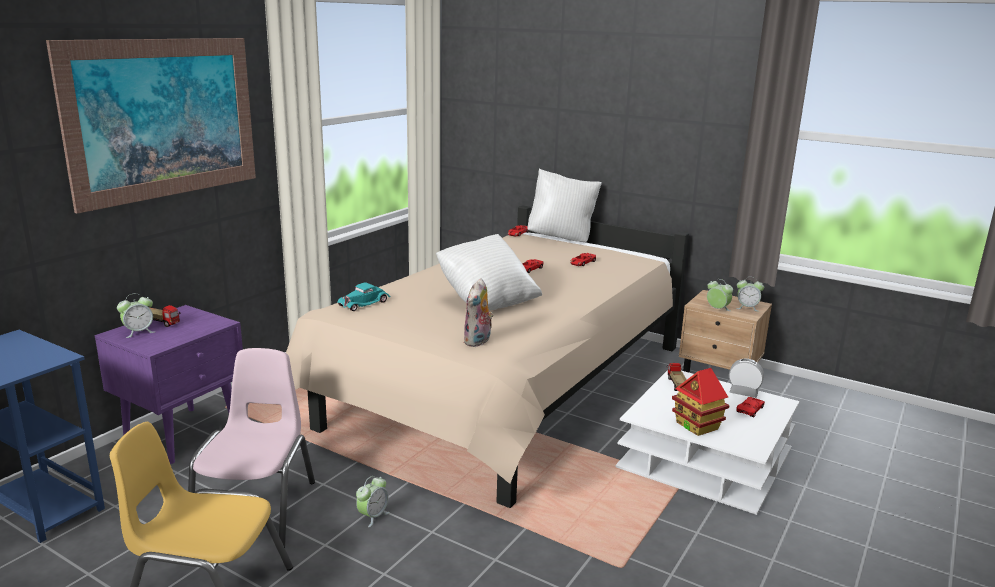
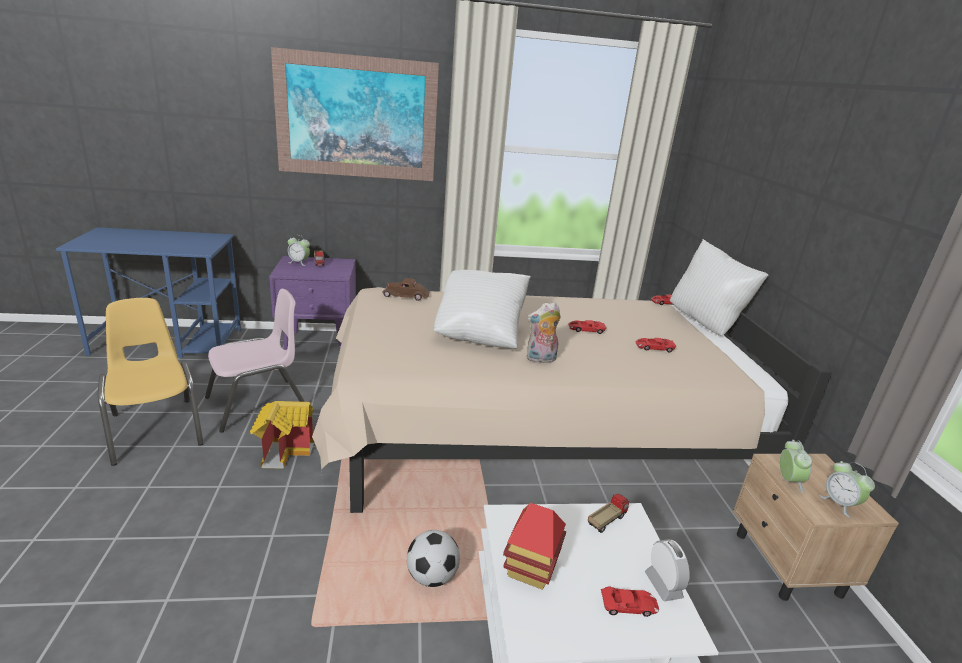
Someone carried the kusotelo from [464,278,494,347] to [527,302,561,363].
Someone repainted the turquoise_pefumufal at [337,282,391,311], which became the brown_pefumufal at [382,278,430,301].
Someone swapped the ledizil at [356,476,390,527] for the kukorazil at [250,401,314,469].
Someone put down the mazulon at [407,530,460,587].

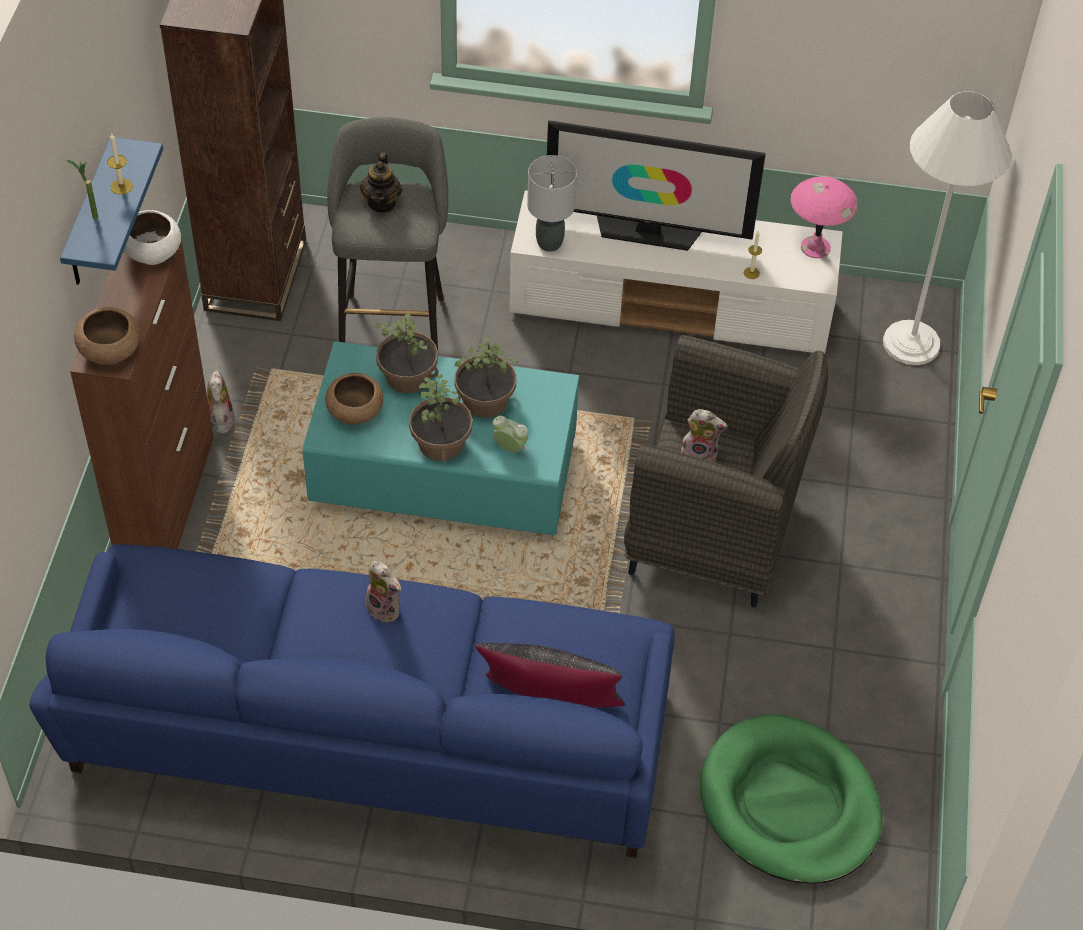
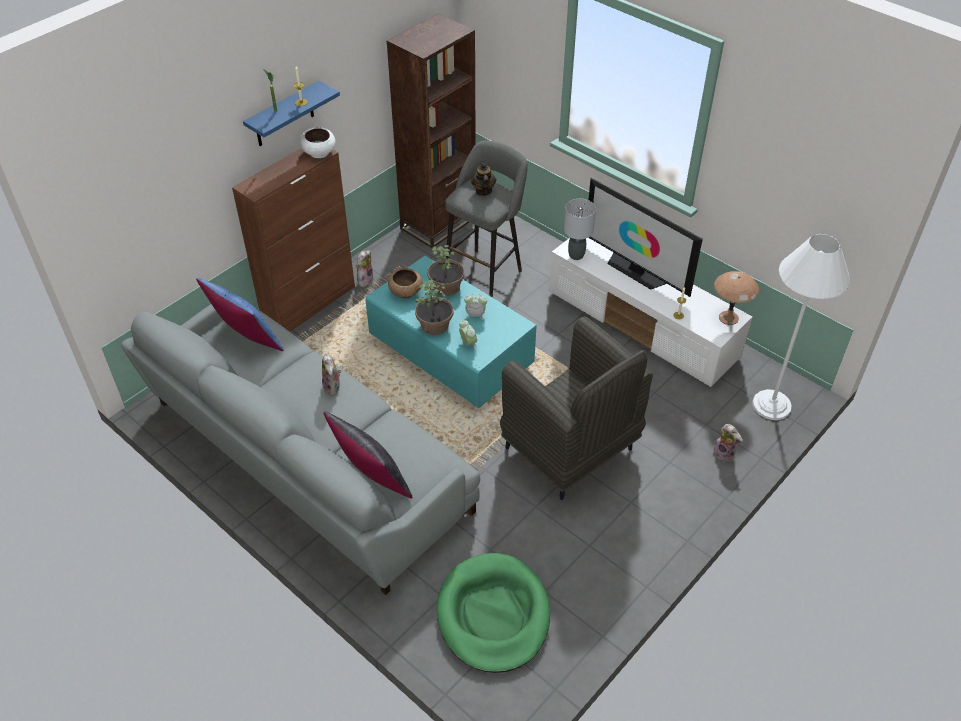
Someone rotated the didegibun at [360,152,402,213] by 135 degrees clockwise.
Someone repainted the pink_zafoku at [790,176,858,258], which became the brown_zafoku at [714,271,759,325].
Someone took away the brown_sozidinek at [74,307,140,365].
Someone swapped the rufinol at [454,337,517,418] for the ledizil at [464,293,487,320].
Someone carried the kusotelo from [681,409,728,462] to [712,424,743,462].
Someone repainted the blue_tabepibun at [29,544,675,858], which became the grey_tabepibun at [121,304,480,595].
Someone put down the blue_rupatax at [196,278,284,351].

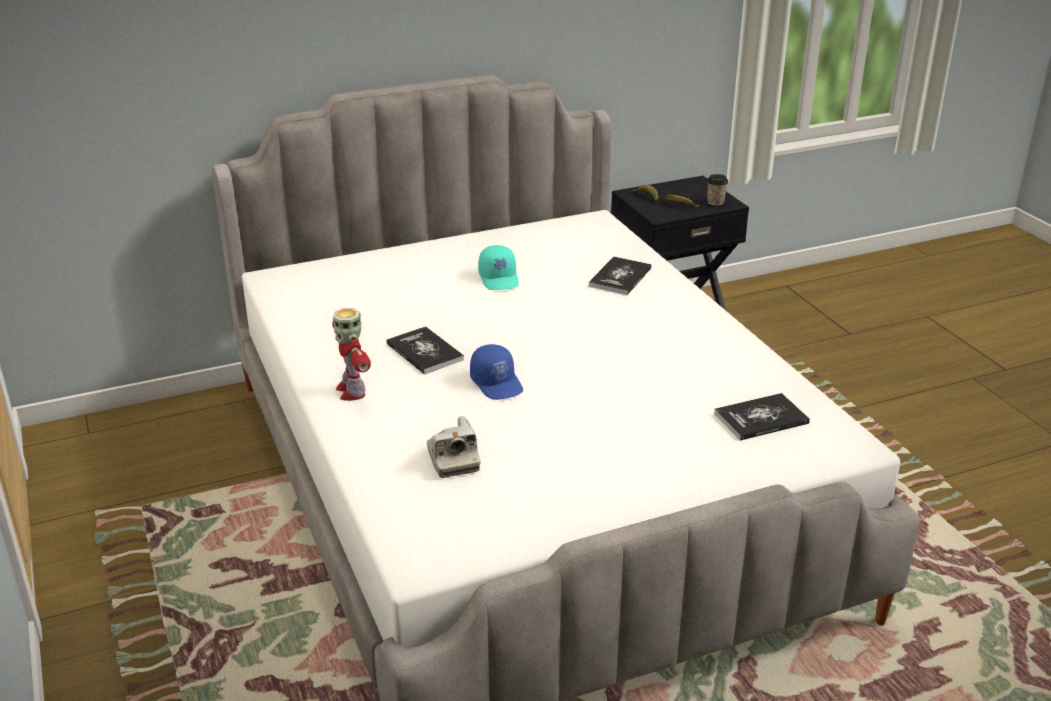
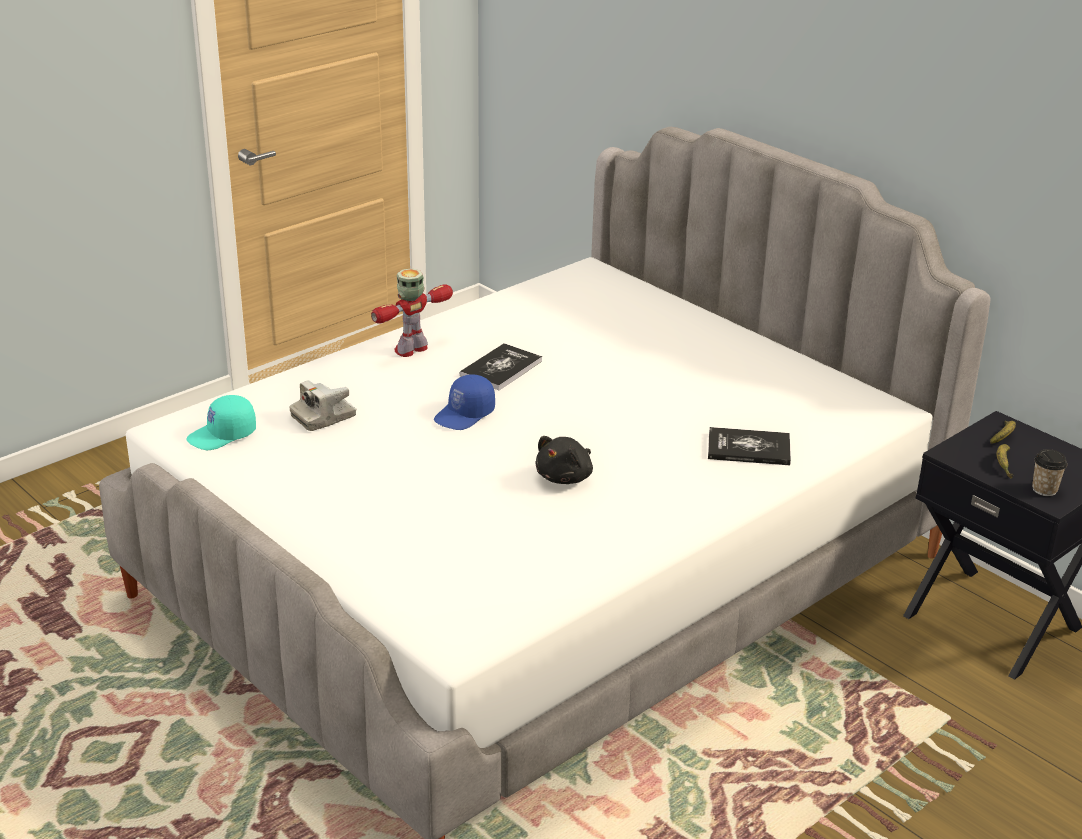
Someone carried the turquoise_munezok from [478,245,519,290] to [186,395,256,450].
Someone took away the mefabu at [714,393,810,441].
Someone put down the black_kusotelo at [535,436,593,484].

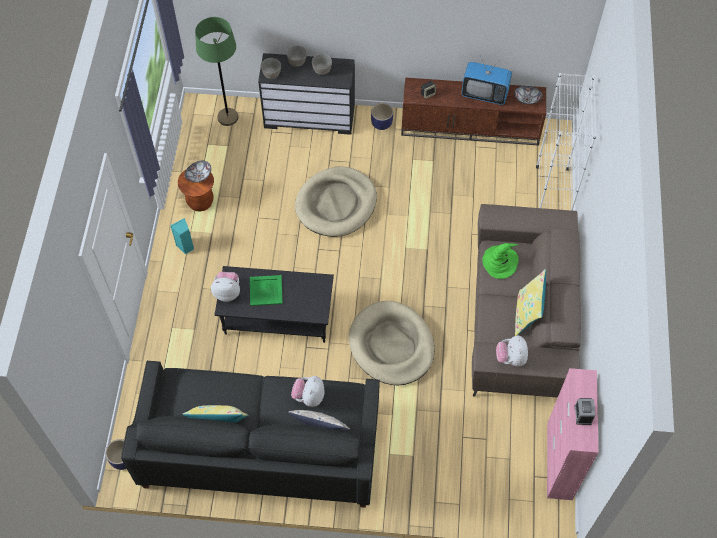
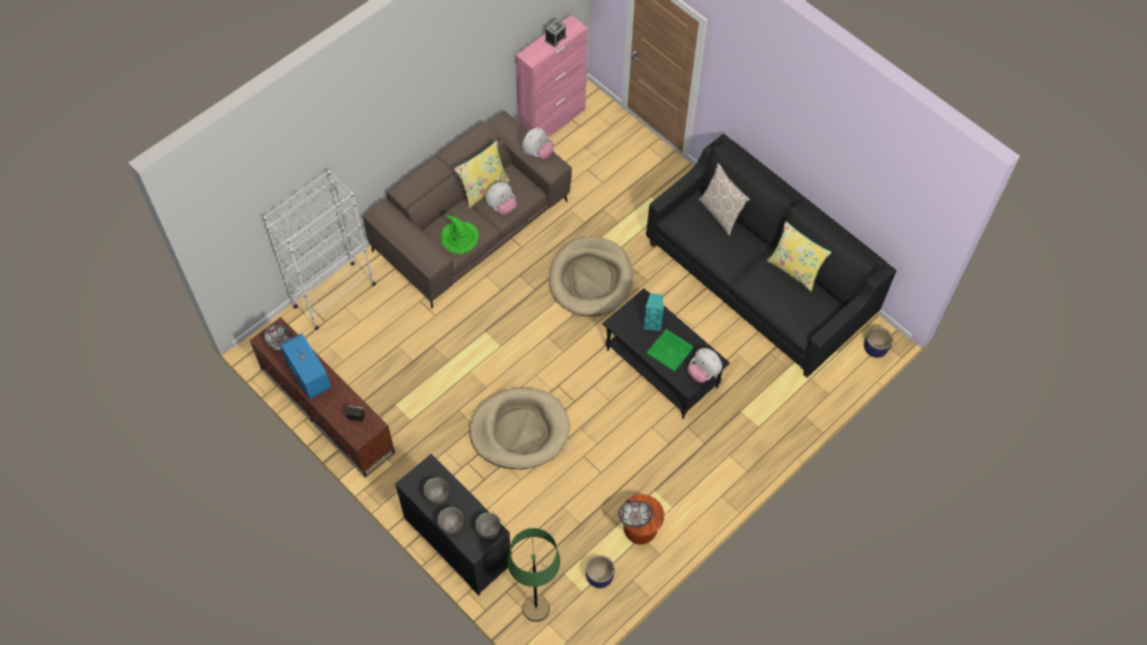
Someone carried the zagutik from [371,103,393,130] to [586,555,615,588].
Someone carried the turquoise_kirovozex from [170,218,194,254] to [643,293,664,331].
Someone carried the kusotelo from [291,376,324,407] to [485,182,517,214].

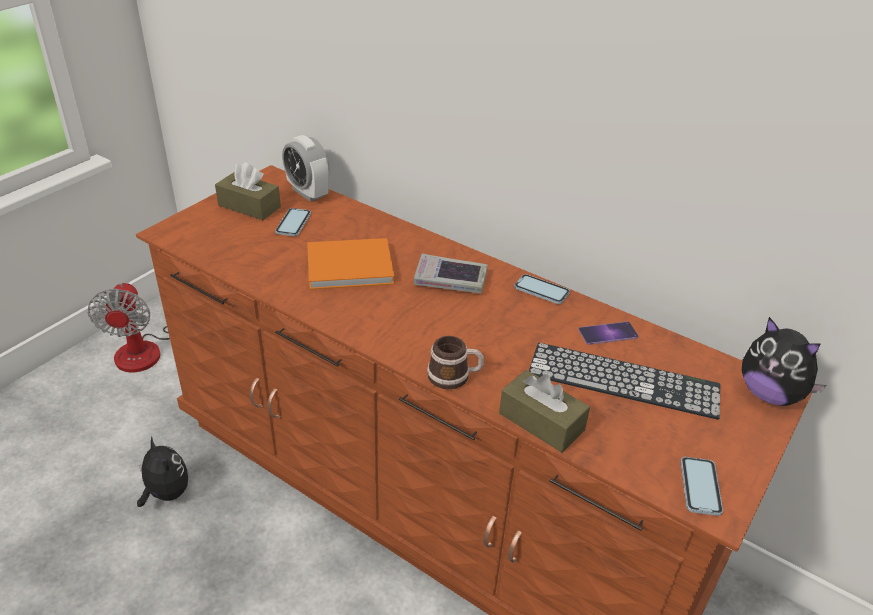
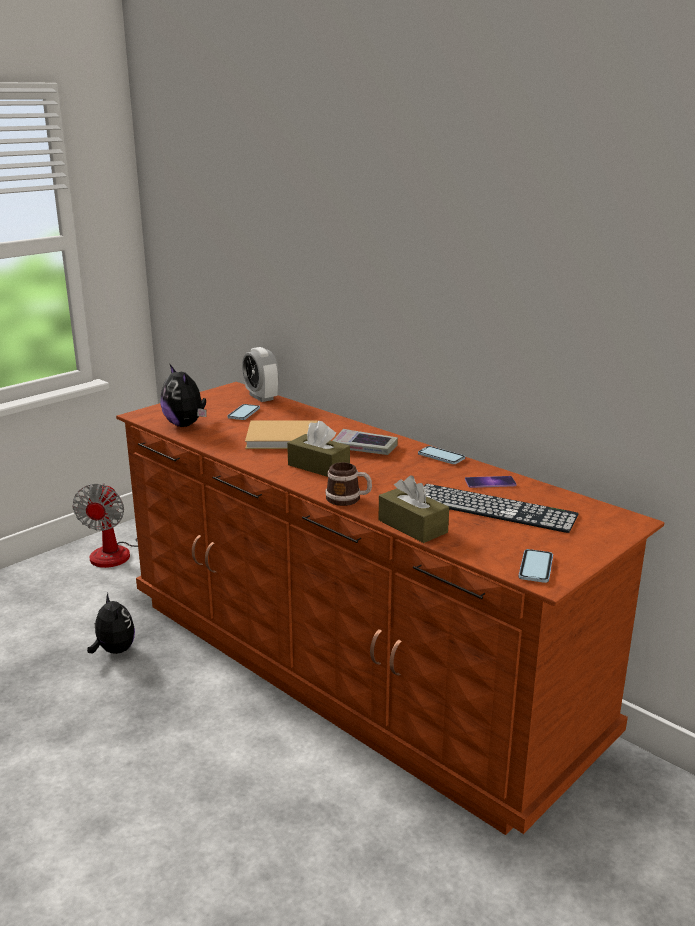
Someone carried the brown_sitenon from [215,162,281,220] to [287,421,350,477].
Someone repainted the orange_mefabu at [307,238,394,290], which became the beige_mefabu at [245,420,318,449].
Someone carried the kusotelo from [742,317,827,406] to [160,365,207,427].

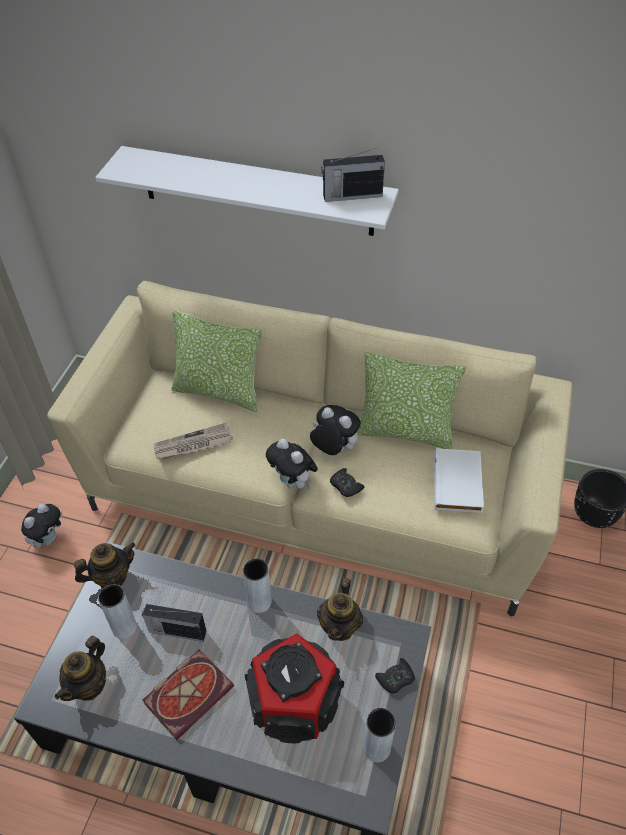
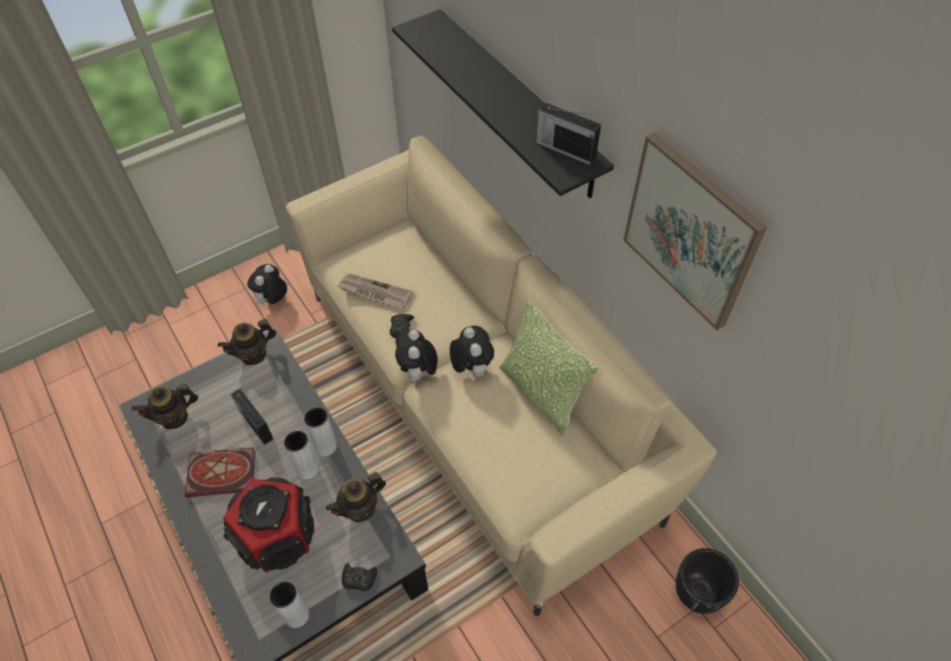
Someone repainted the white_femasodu at [95,146,399,236], which became the black_femasodu at [392,9,614,198].
Someone took away the rupatax at [171,310,262,412].
Someone took away the white_mefabu at [434,448,484,513].
Someone carried the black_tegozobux from [330,468,365,497] to [390,314,414,338].
Someone rotated the kusotelo at [21,503,62,548] by 135 degrees clockwise.
Someone rotated the didegibun at [74,542,136,588] by 135 degrees clockwise.
Someone carried the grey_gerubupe from [98,584,137,639] to [284,431,318,479].
Someone put up the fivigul at [624,132,768,330].

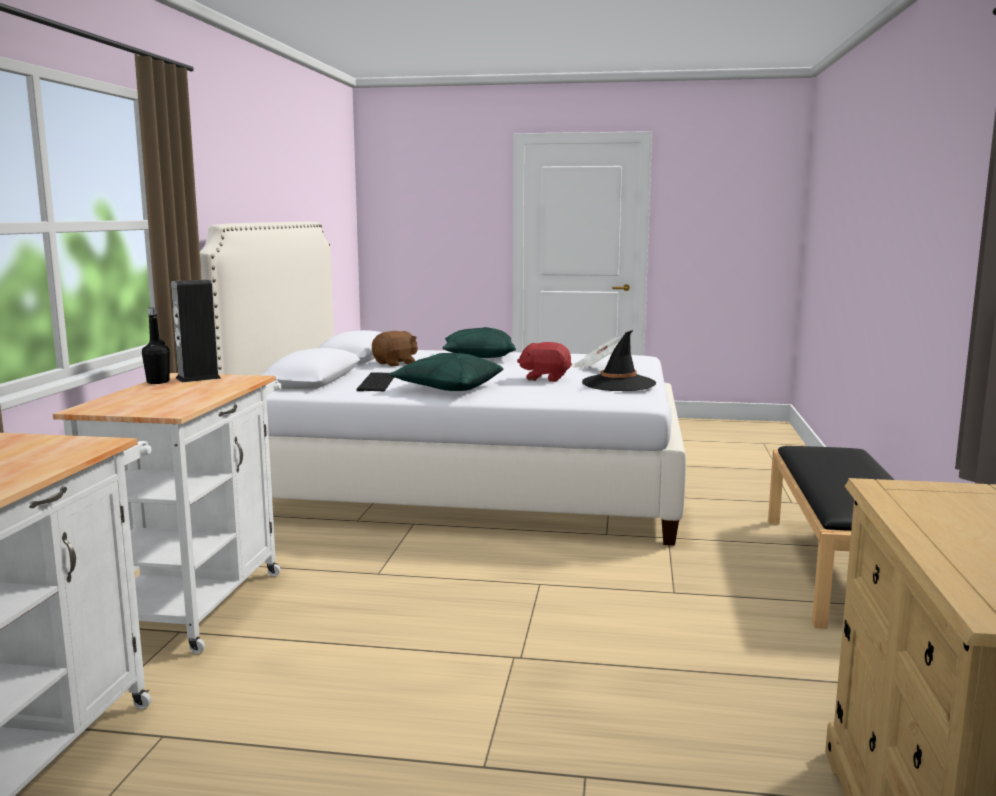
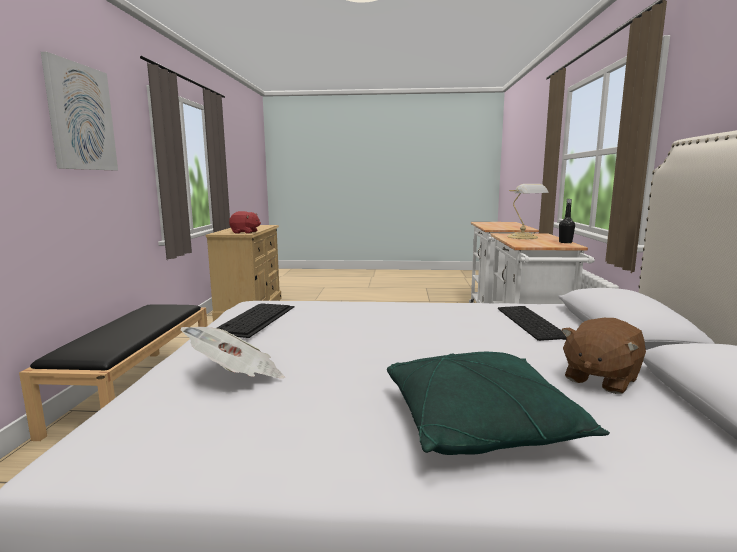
Someone took away the kirovozex at [171,280,221,382].
Someone swapped the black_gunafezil at [582,330,656,391] for the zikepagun at [217,303,294,338].
Someone carried the red_kusotelo from [517,342,572,382] to [229,211,261,234].
Someone took away the green_rupatax at [389,353,503,391].
Someone put up the fivigul at [41,52,118,170].
Someone put down the zafoku at [507,184,549,239].

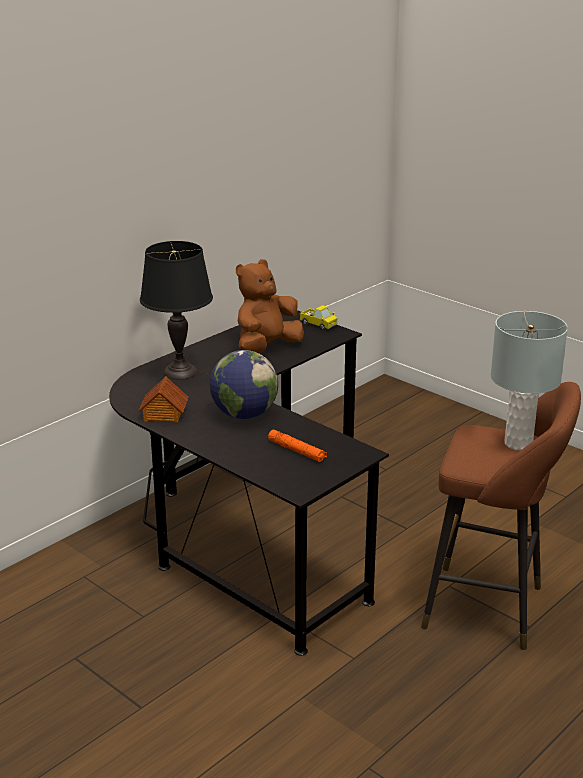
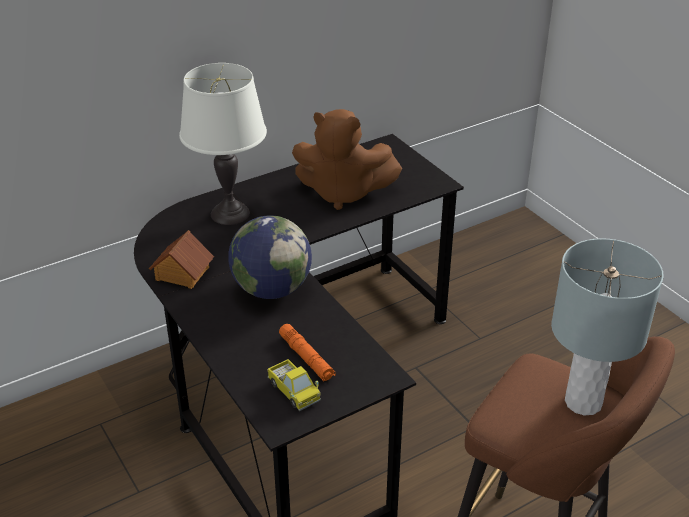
Someone repainted the black_zafoku at [140,241,213,380], which became the white_zafoku at [179,63,267,225].
Someone rotated the brown_kusotelo at [236,259,304,353] by 135 degrees counterclockwise.
Someone carried the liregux from [300,305,338,330] to [267,359,321,411].

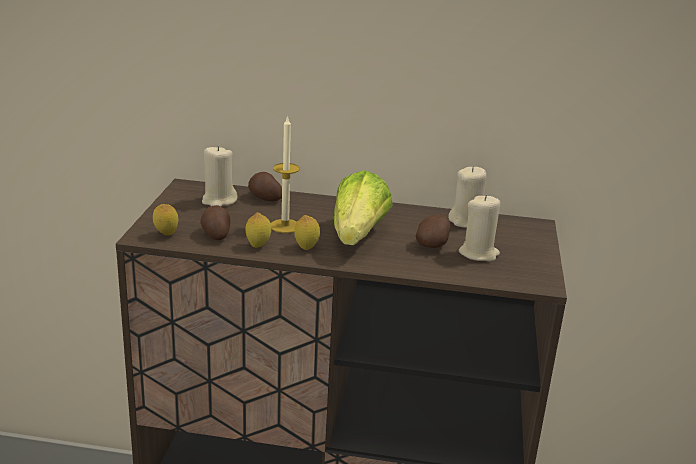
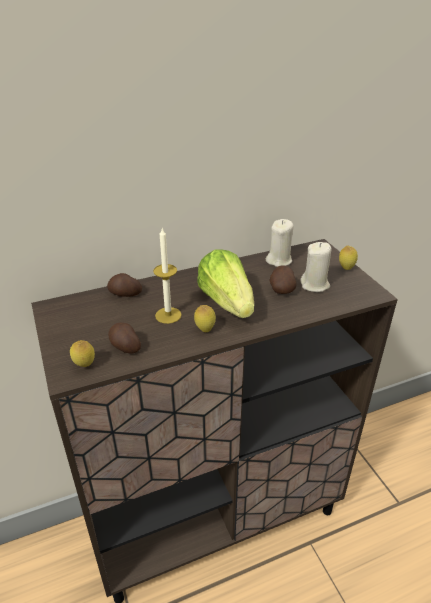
Someone took away the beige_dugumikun at [202,145,237,207].
Someone carried the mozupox from [245,213,271,248] to [339,245,358,270].

